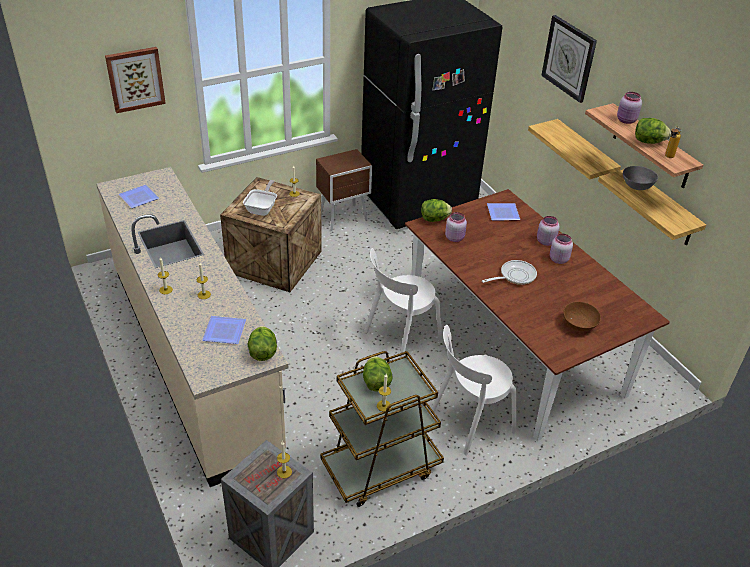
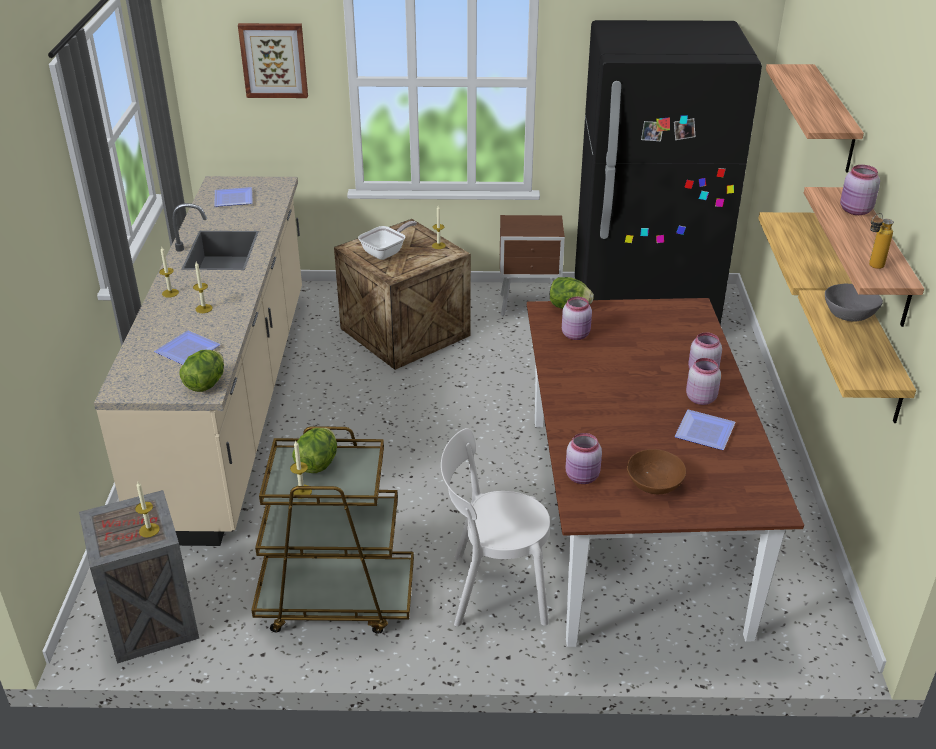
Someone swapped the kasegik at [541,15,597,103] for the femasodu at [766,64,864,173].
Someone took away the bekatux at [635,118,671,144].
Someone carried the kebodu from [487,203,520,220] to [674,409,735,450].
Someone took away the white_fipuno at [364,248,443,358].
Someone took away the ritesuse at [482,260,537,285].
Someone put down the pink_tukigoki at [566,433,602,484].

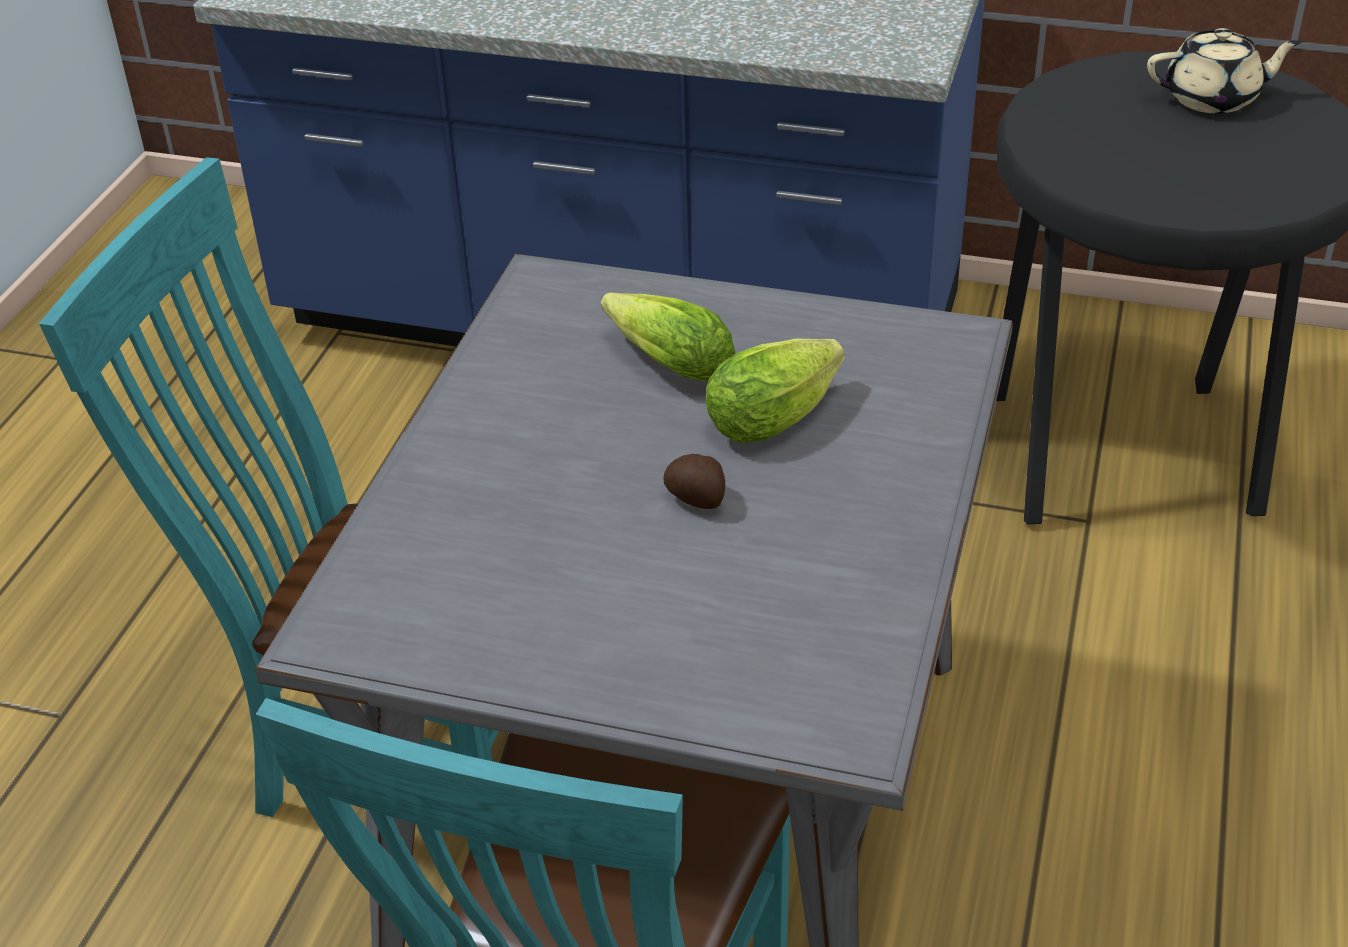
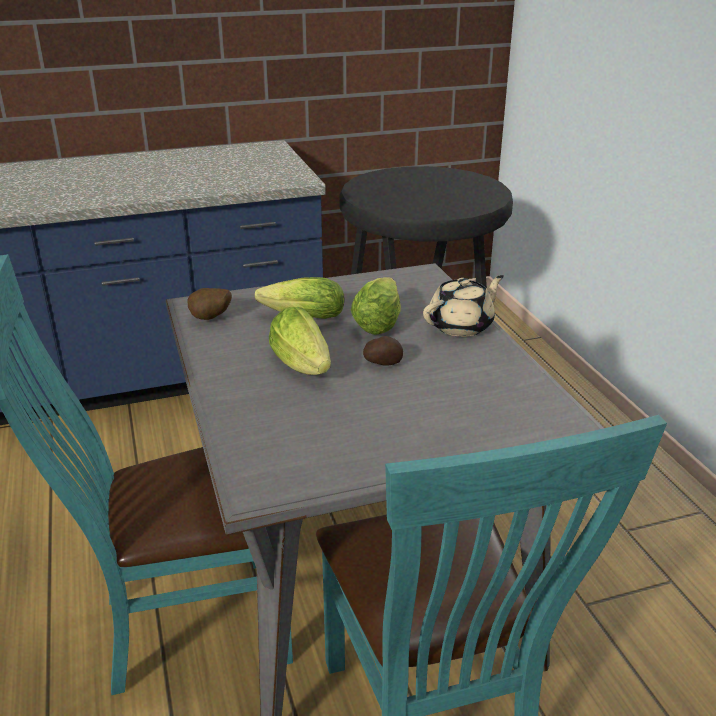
Someone carried the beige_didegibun from [1147,28,1301,114] to [423,275,504,337].
Someone put down the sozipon at [187,288,232,320].
Someone put down the bekatux at [269,307,331,375].

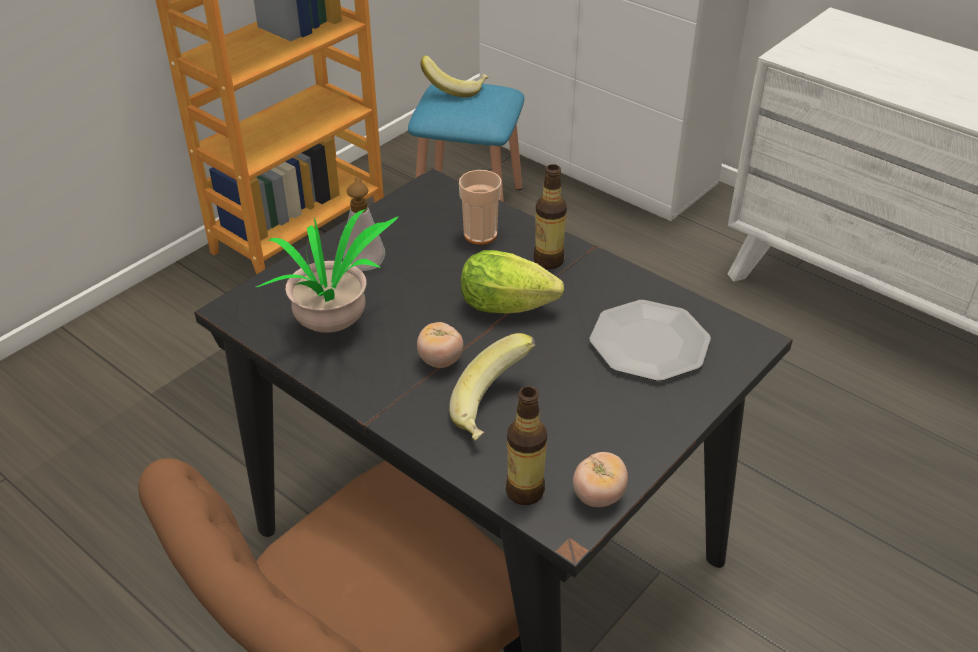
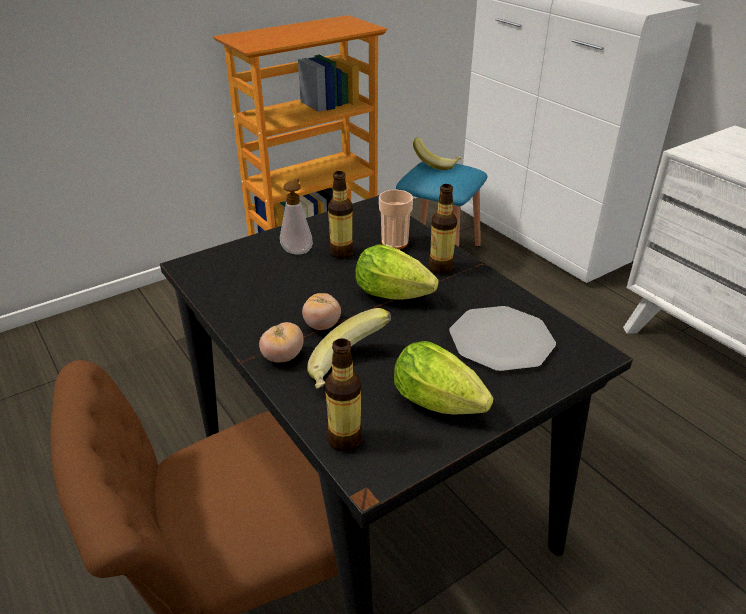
Someone took away the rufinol at [256,209,399,333].
Someone carried the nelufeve from [573,452,628,507] to [259,322,304,362].
Someone put down the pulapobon at [328,171,354,259].
Someone put down the bekatux at [394,341,494,415].

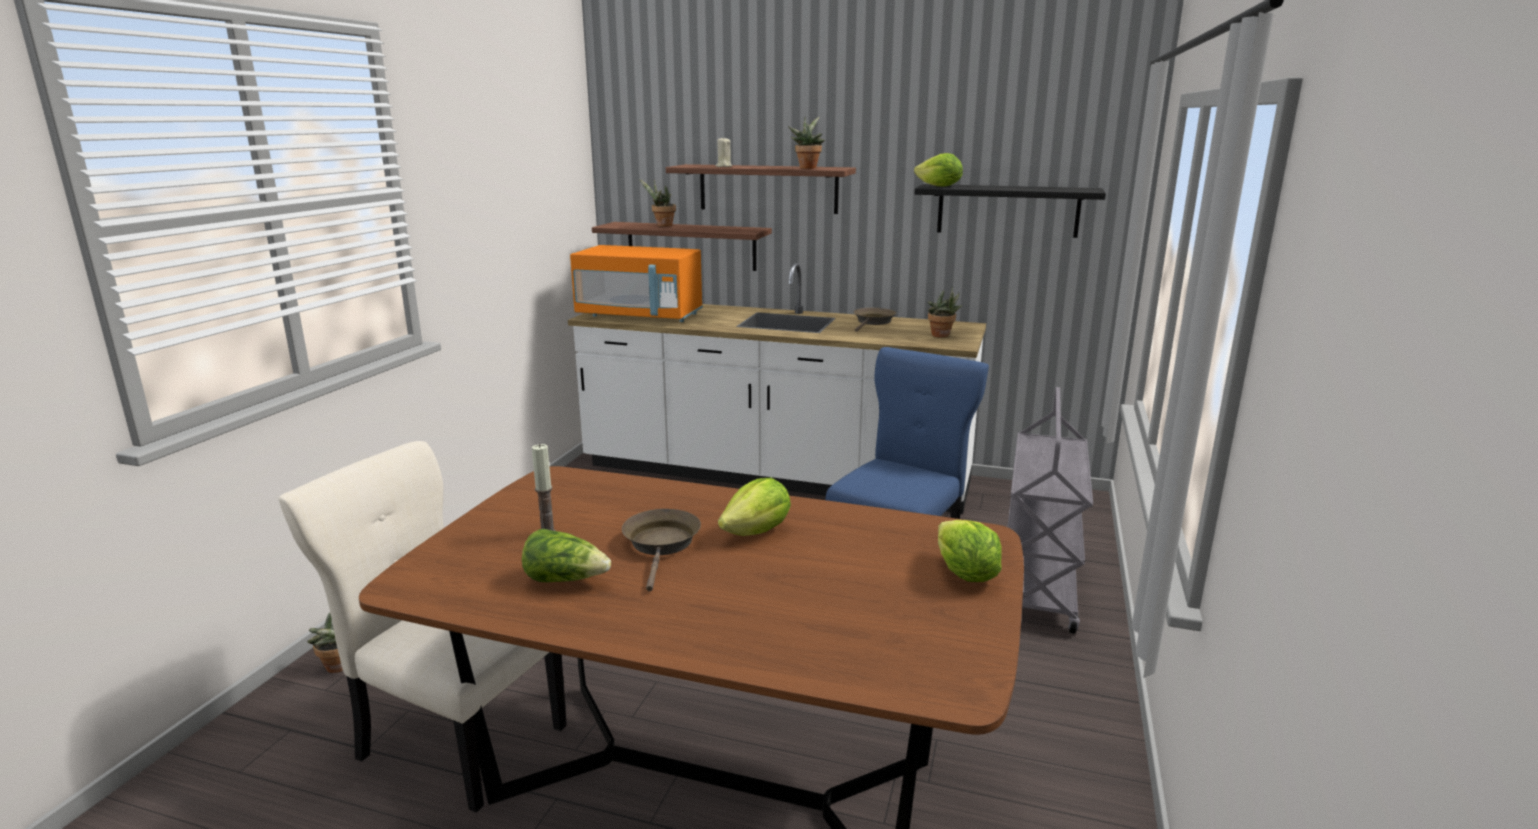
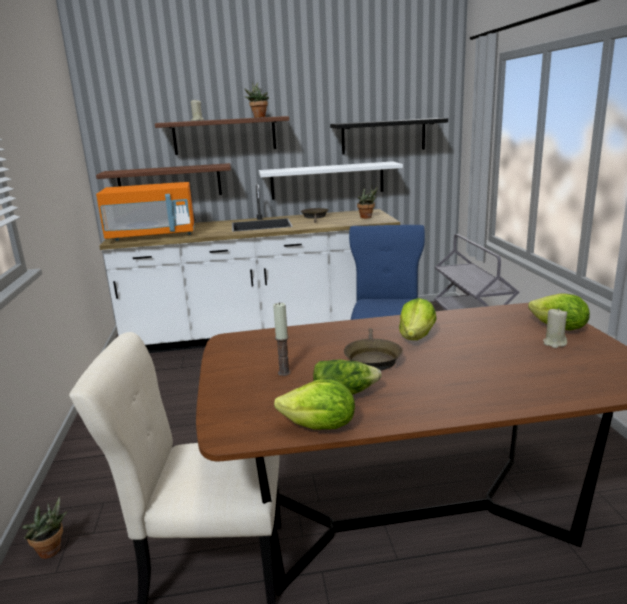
Someone carried the bekatux from [914,153,963,186] to [274,379,355,429].
Someone took away the rufinol at [639,179,676,226].
Someone rotated the brown_ritesuse at [622,509,701,592] by 150 degrees counterclockwise.
Someone put up the white_femasodu at [259,161,403,200].
Someone put down the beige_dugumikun at [543,308,567,348].

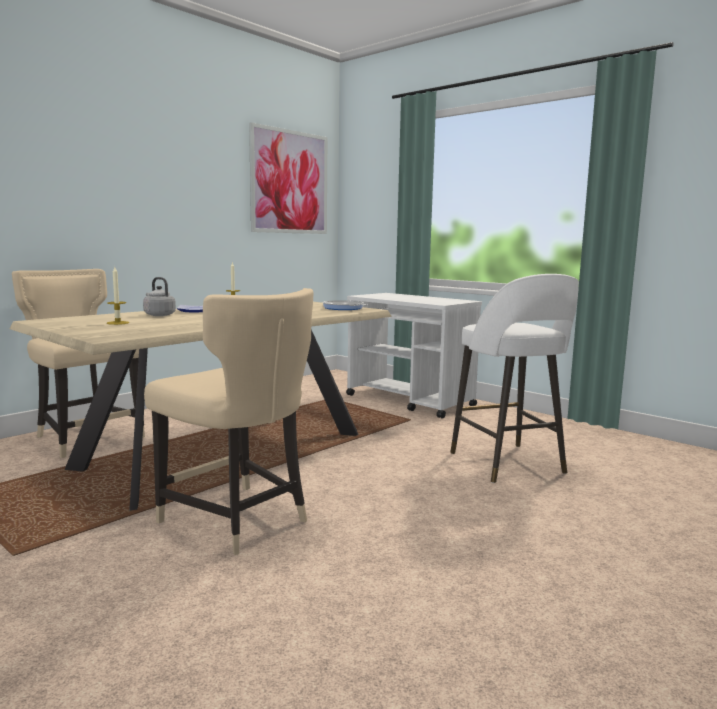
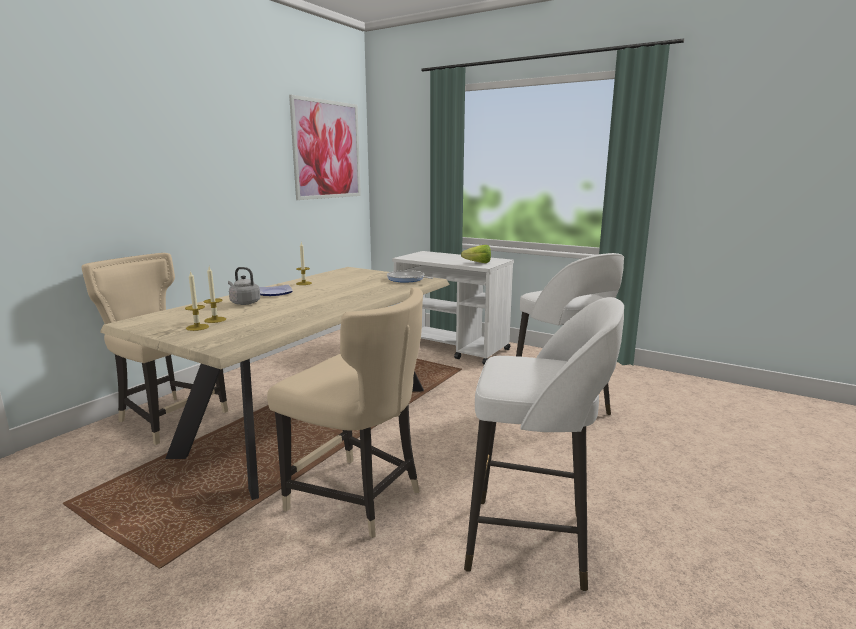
Someone put down the bekatux at [461,245,491,263].
Someone put down the dugumikun at [185,271,209,331].
Someone put down the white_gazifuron at [464,297,624,591].

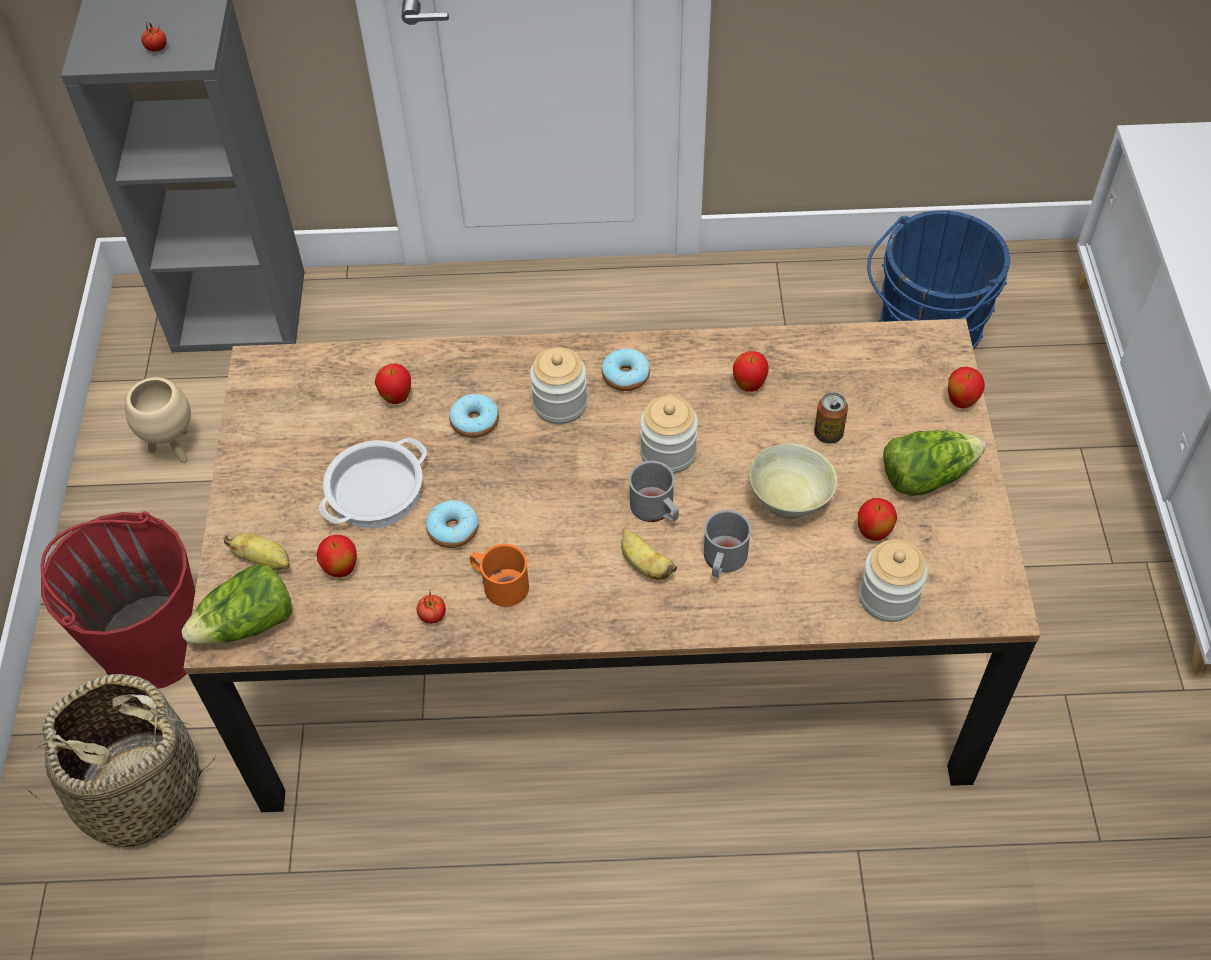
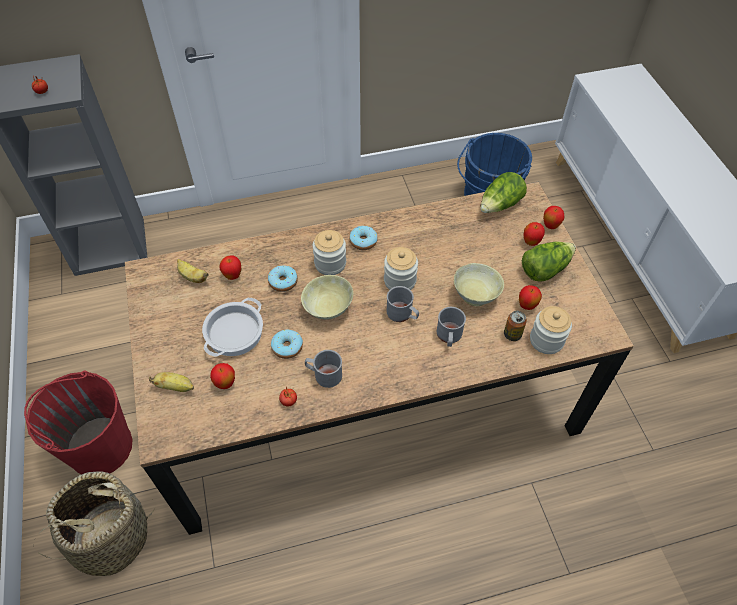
Someone carried the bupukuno from [733,351,769,392] to [524,222,545,246].
Someone took away the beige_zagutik at [125,377,191,463].
Someone carried the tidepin from [814,392,848,444] to [504,311,527,341].
Someone carried the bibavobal from [621,527,677,580] to [177,259,209,283].
Someone repainted the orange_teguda at [470,544,529,607], which became the grey_teguda at [305,350,342,388].
Someone carried the bekatux from [182,565,292,644] to [481,172,527,213].
Someone put down the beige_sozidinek at [301,275,353,319].

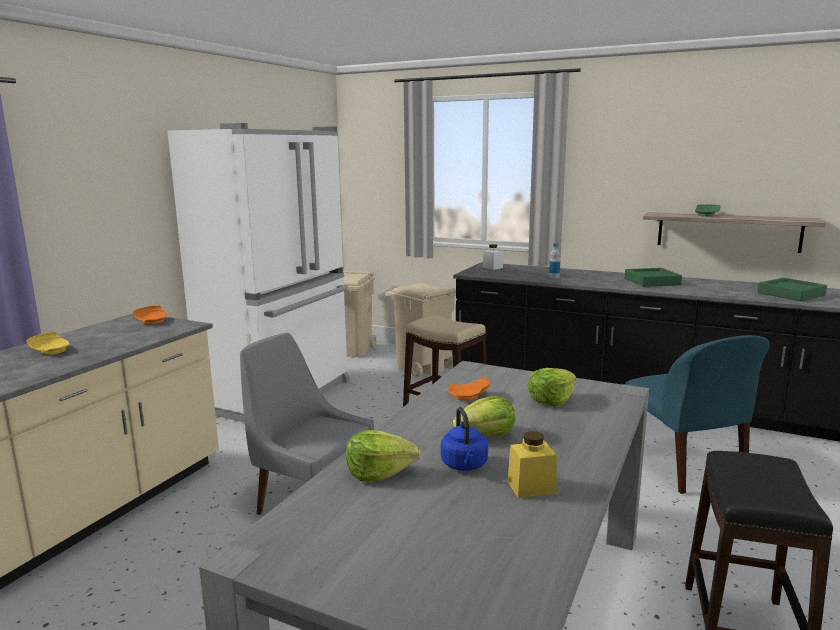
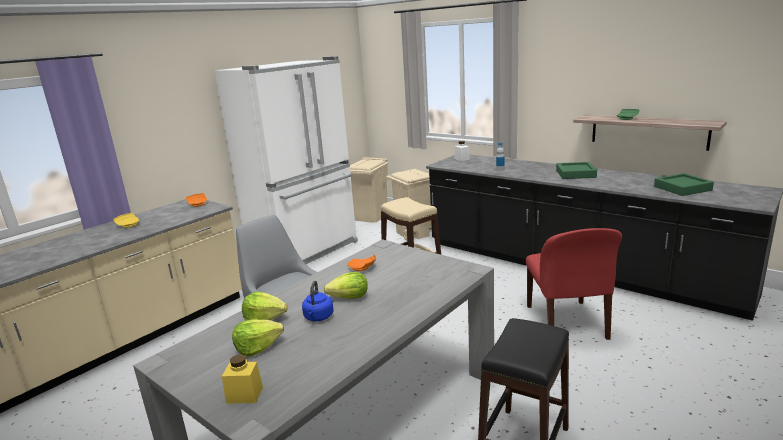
Someone repainted the blue_fipuno at [624,335,770,494], which became the red_fipuno at [526,228,622,340].
Someone carried the bekatux from [527,368,576,406] to [232,319,284,357].
Someone carried the yellow_tukigoki from [507,431,557,498] to [222,354,263,404].

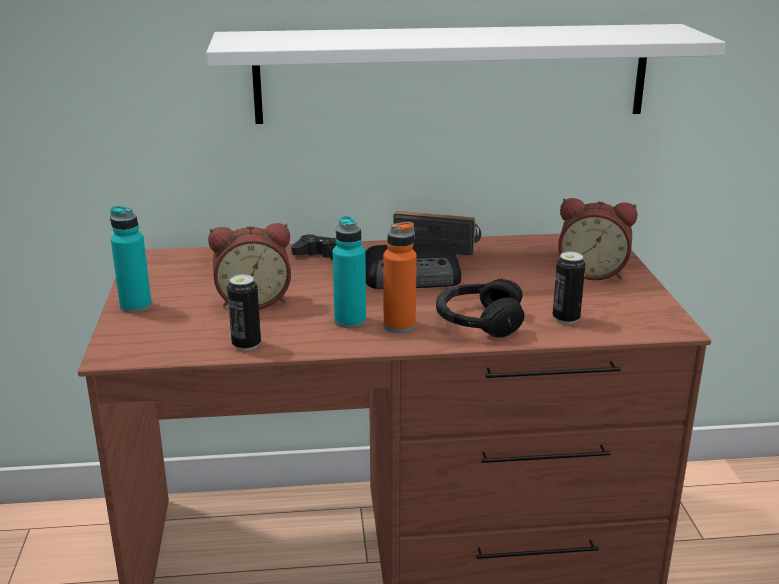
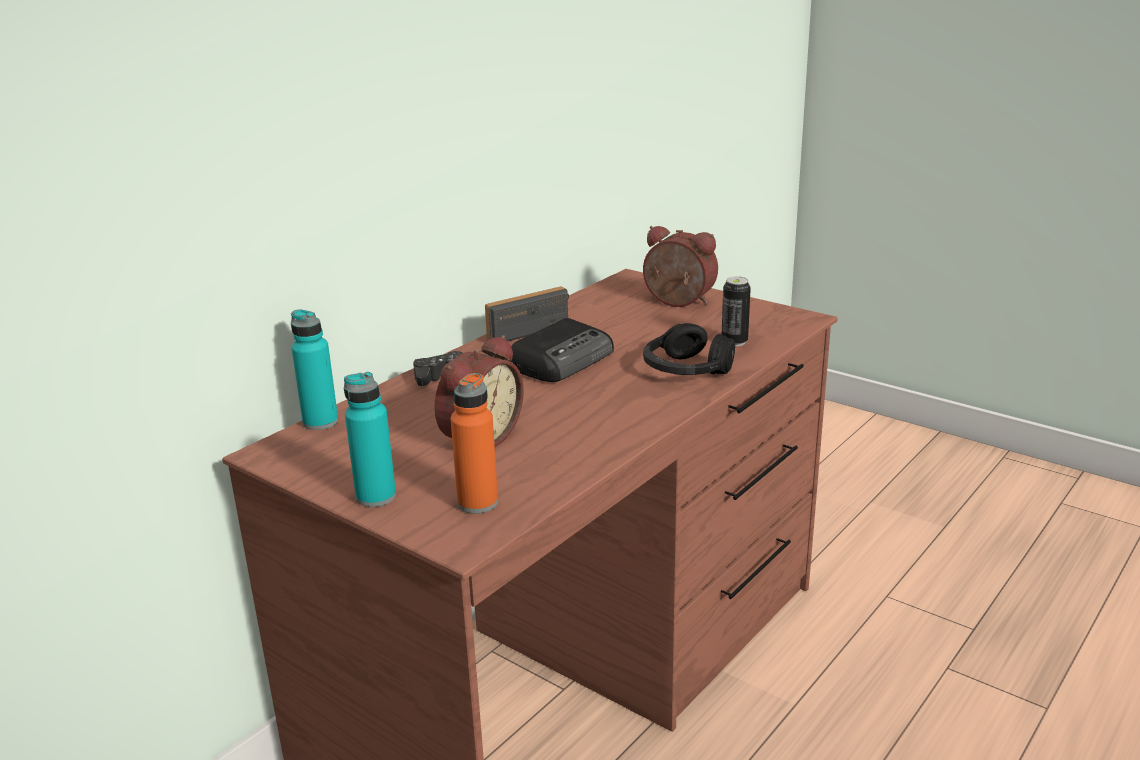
Someone took away the white_femasodu at [206,24,726,124].
Someone rotated the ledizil at [558,198,638,280] by 120 degrees counterclockwise.
Someone carried the turquoise_pulapobon from [333,216,366,328] to [291,309,338,430].
Someone carried the orange_pulapobon from [383,222,417,333] to [451,373,498,514].
Someone took away the tidepin at [227,274,261,351].

